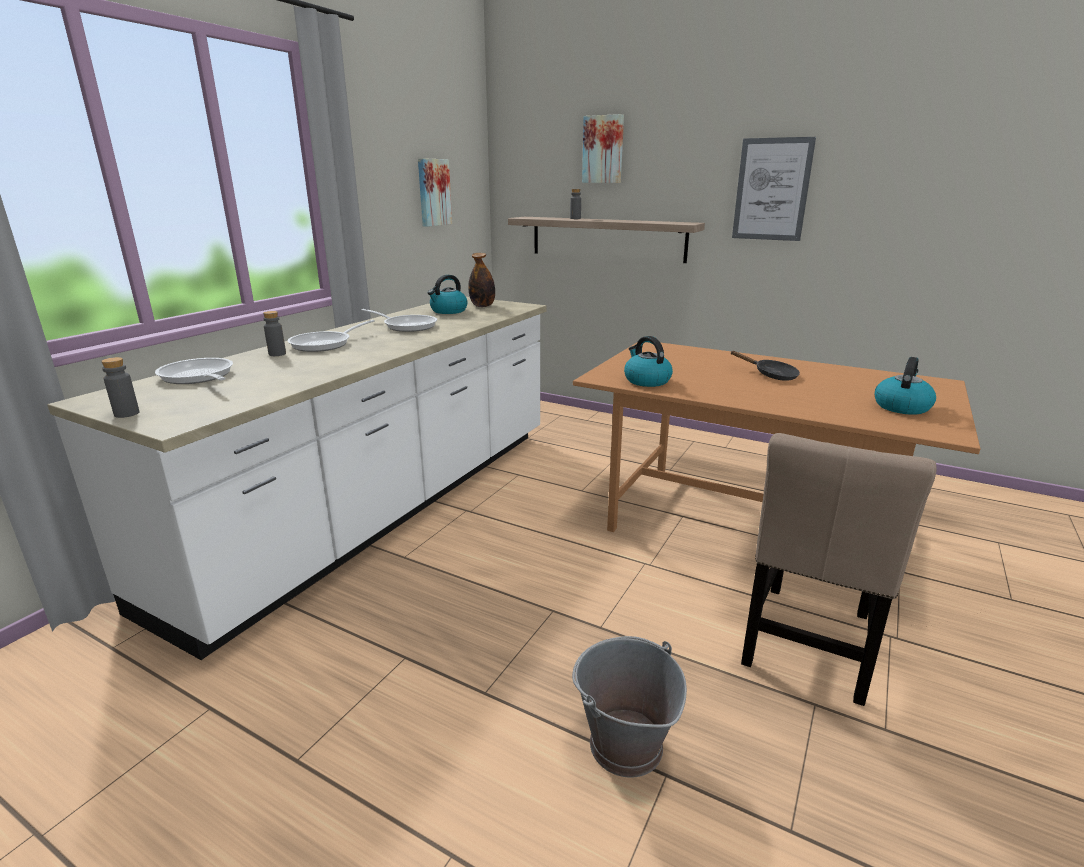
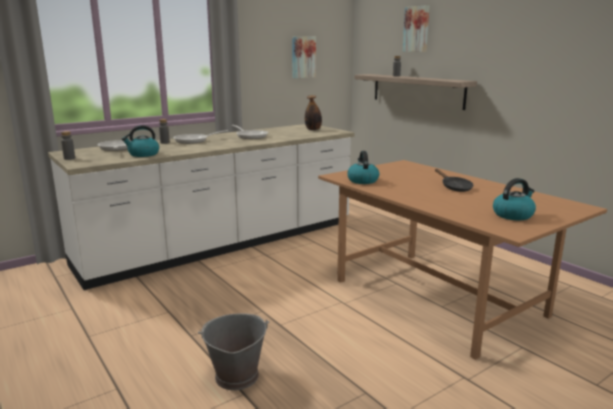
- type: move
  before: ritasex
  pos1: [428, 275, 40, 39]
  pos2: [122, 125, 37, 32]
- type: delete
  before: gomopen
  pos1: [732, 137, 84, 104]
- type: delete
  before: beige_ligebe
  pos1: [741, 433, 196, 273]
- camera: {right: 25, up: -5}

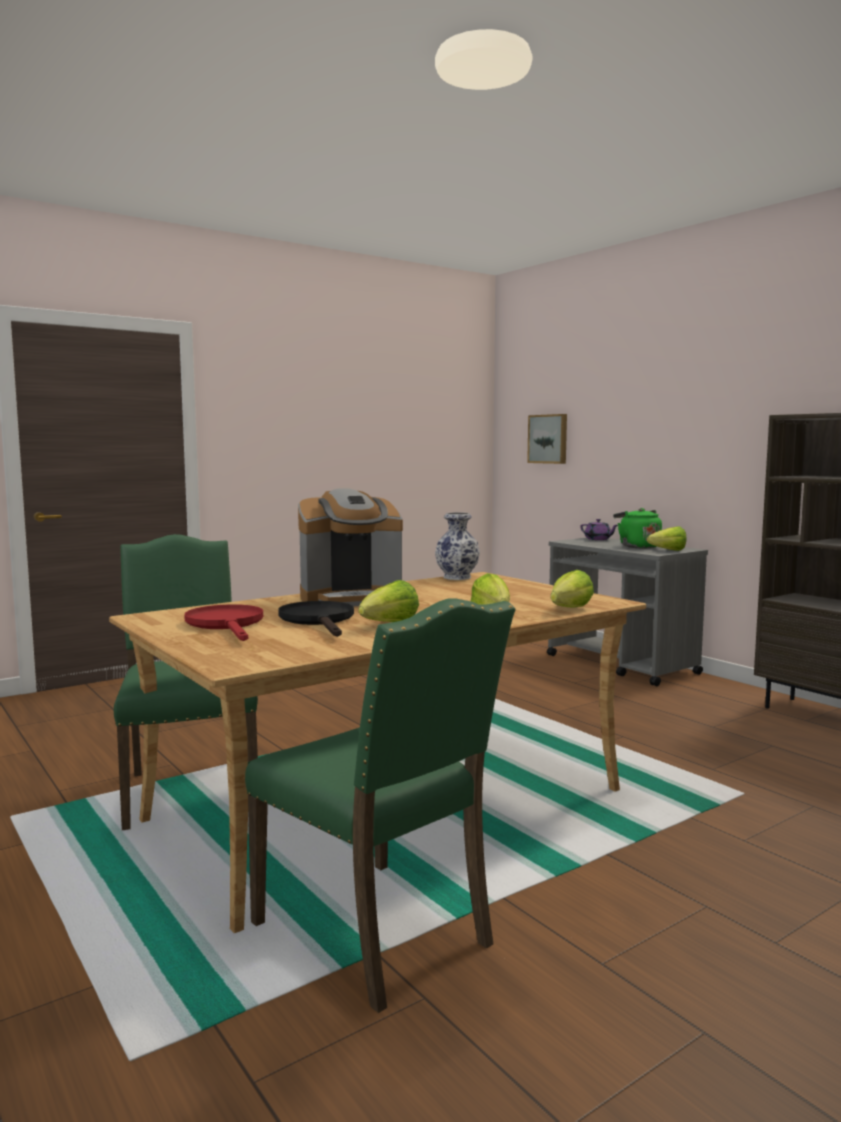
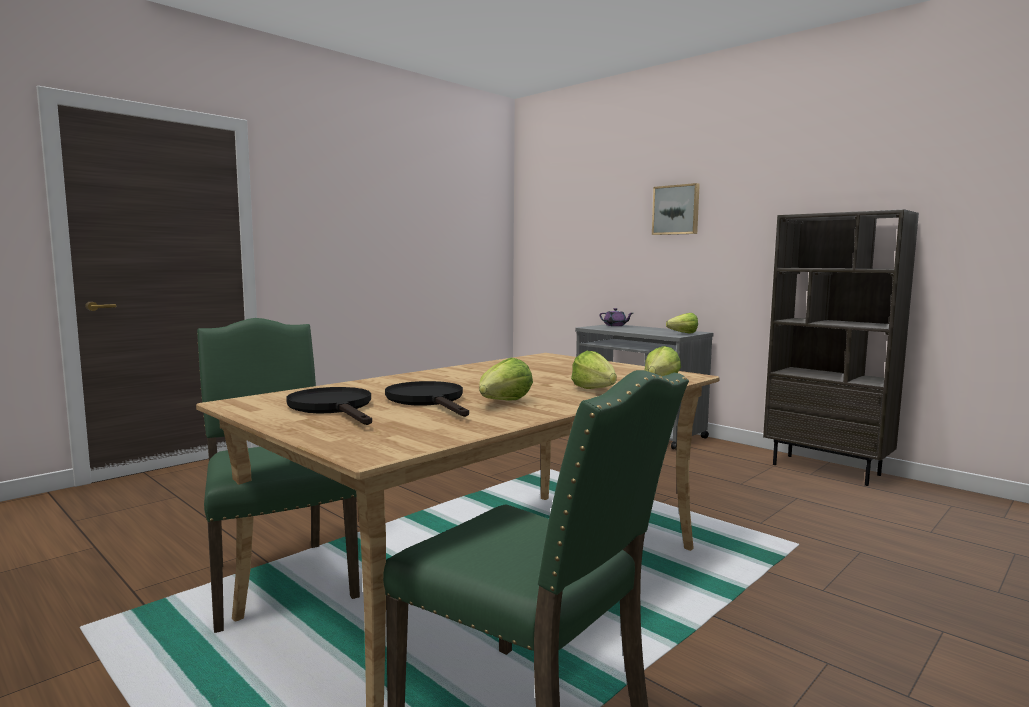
- type: recolor
  before: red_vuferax
  after: black_vuferax
  pos1: [184, 604, 79, 37]
  pos2: [286, 387, 86, 38]
- type: delete
  before: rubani
  pos1: [298, 488, 105, 118]
- type: delete
  before: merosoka
  pos1: [435, 512, 45, 68]
- type: move
  before: gomopen
  pos1: [527, 414, 40, 50]
  pos2: [652, 183, 48, 52]
- type: delete
  before: green_ritasex
  pos1: [613, 508, 49, 40]
- camera: {right: -10, up: 0}

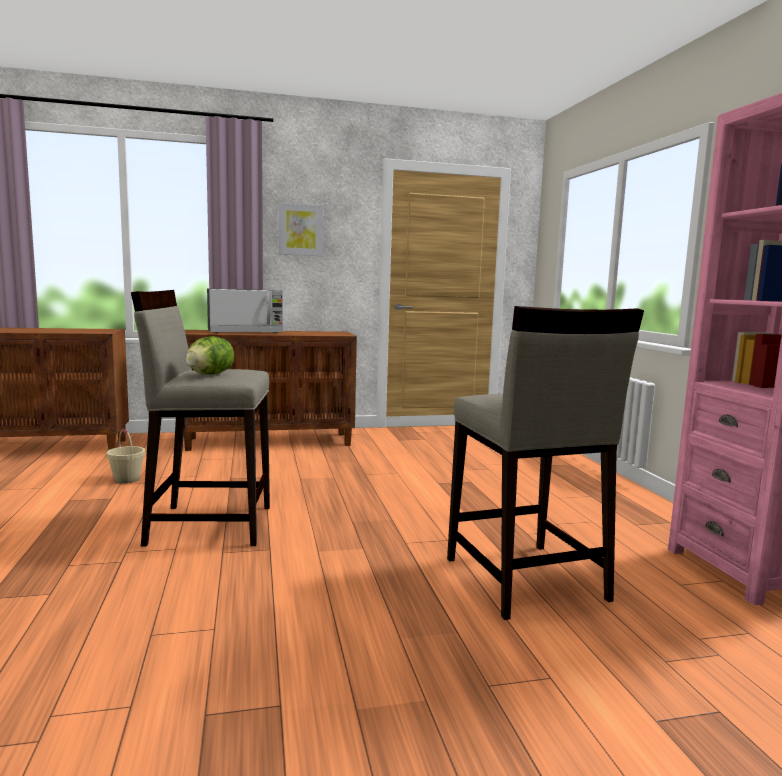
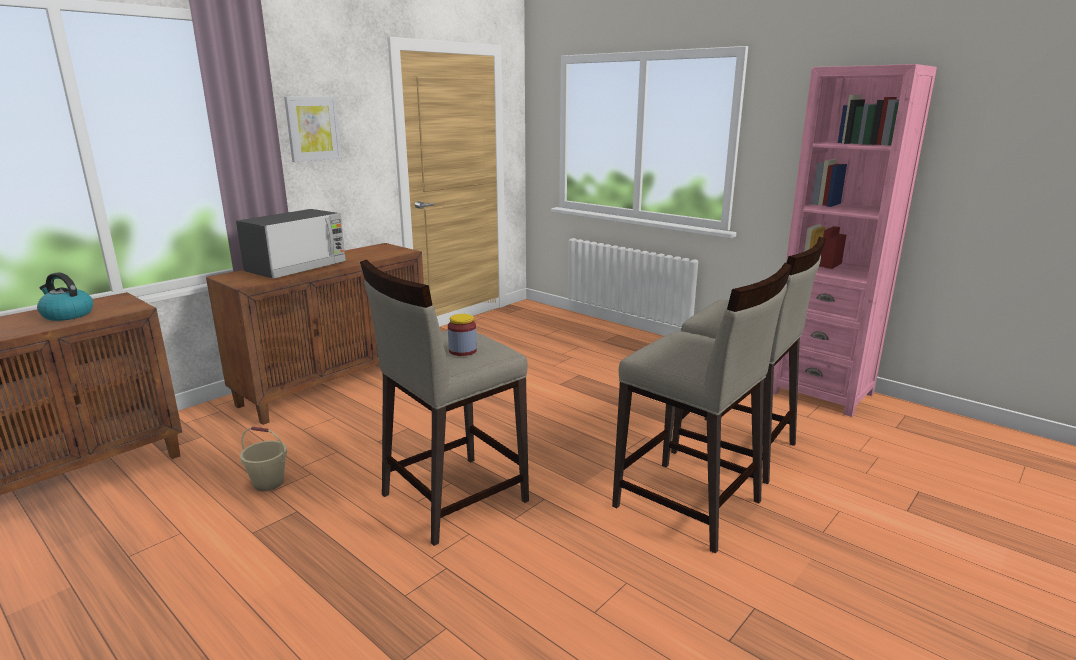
- type: replace
  before: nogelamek
  after: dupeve
  pos1: [185, 336, 49, 39]
  pos2: [448, 314, 29, 42]
- type: insert
  after: ritasex
  pos2: [37, 272, 56, 49]
- type: insert
  after: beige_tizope
  pos2: [612, 263, 180, 291]
- camera: {right: -35, up: 10}

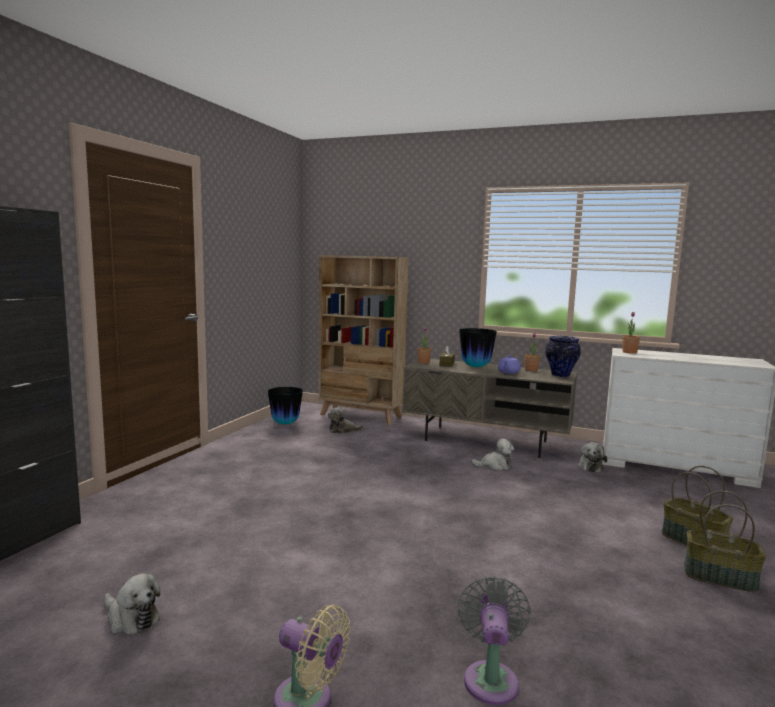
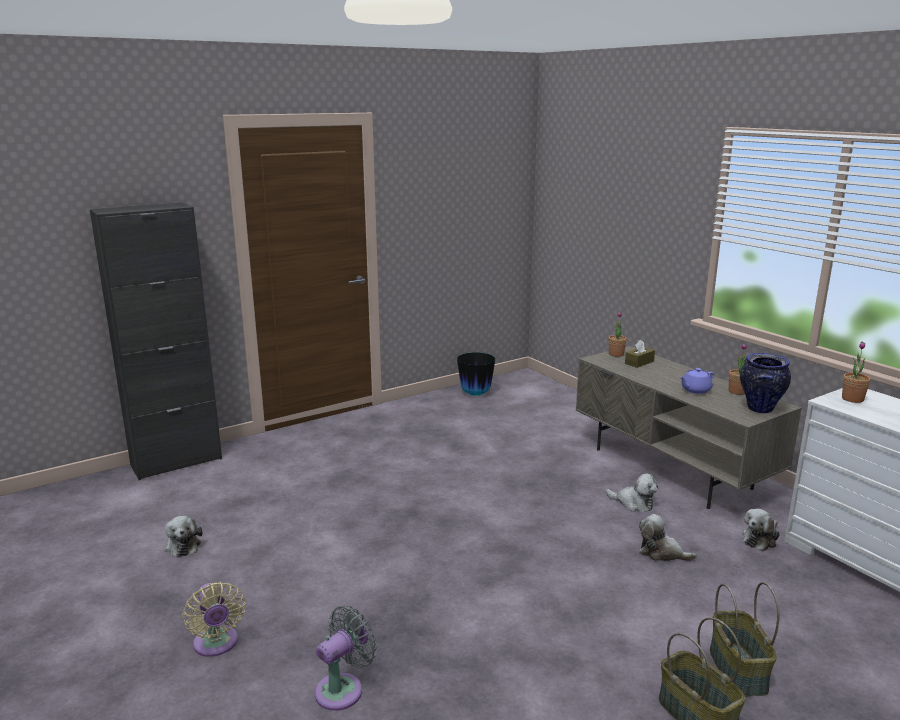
- type: delete
  before: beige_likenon
  pos1: [318, 255, 91, 170]
- type: move
  before: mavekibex
  pos1: [328, 407, 36, 27]
  pos2: [639, 514, 58, 47]
- type: delete
  before: merosoka
  pos1: [459, 328, 38, 39]
- camera: {right: 35, up: 10}

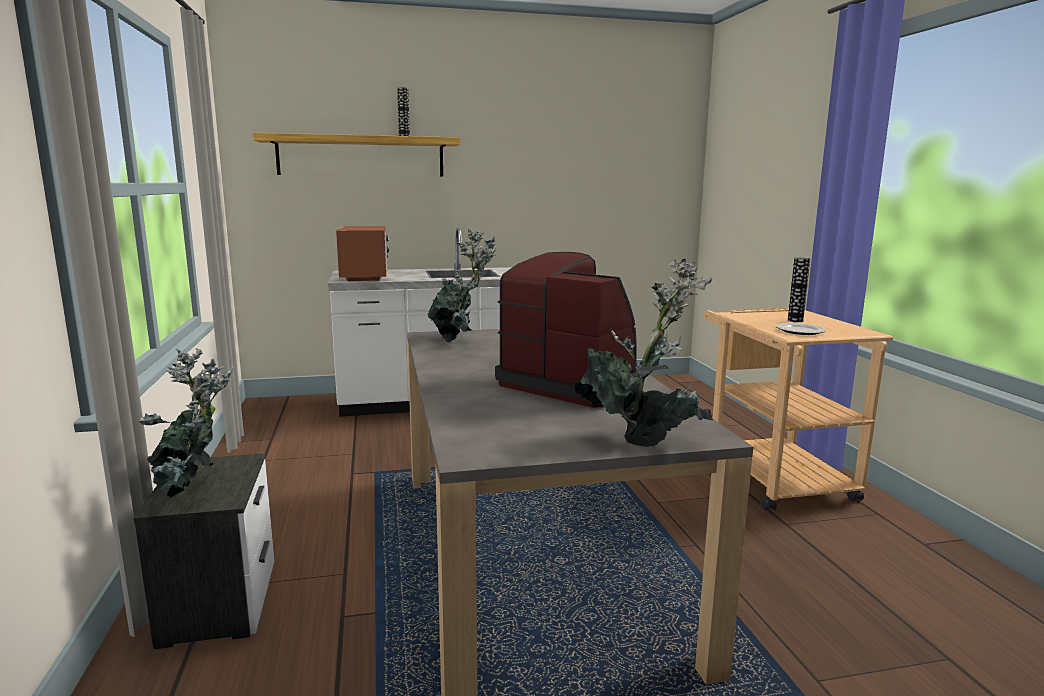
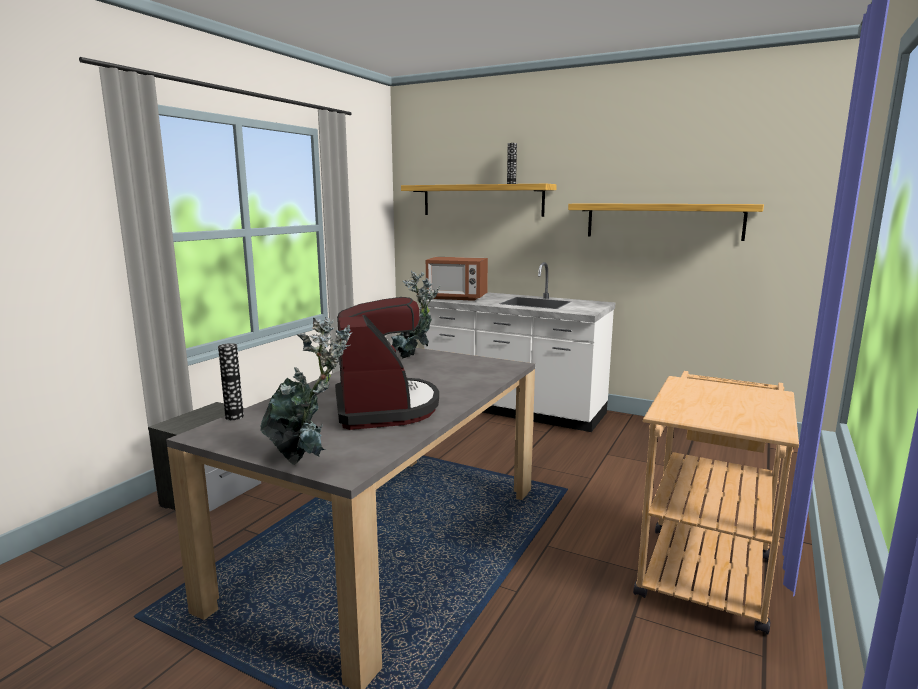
- type: delete
  before: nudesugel
  pos1: [138, 348, 95, 150]
- type: rotate
  before: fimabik
  pos1: [336, 226, 53, 55]
  pos2: [426, 257, 62, 44]
  turn: 75
- type: delete
  before: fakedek
  pos1: [776, 323, 51, 12]
- type: move
  before: merosoka
  pos1: [788, 257, 22, 65]
  pos2: [218, 343, 26, 77]
- type: insert
  after: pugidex
  pos2: [568, 203, 196, 38]
- camera: {right: 40, up: 0}

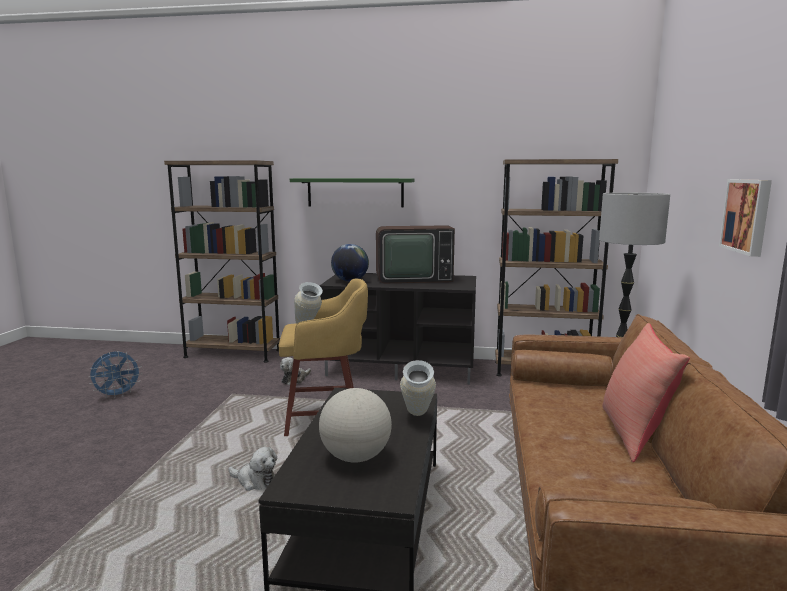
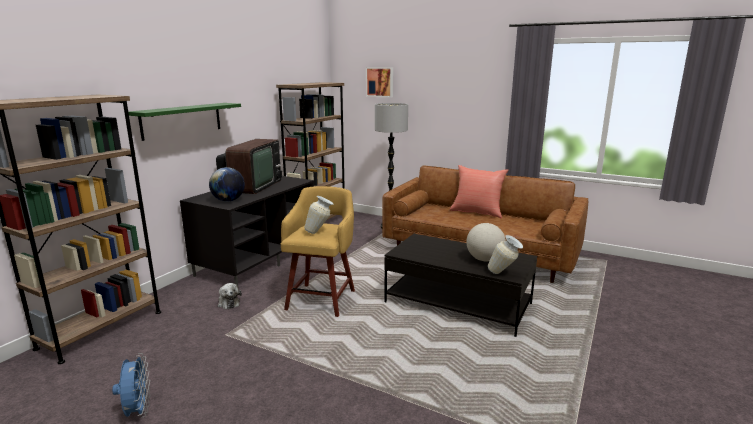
- type: delete
  before: mavekibex
  pos1: [228, 447, 49, 44]
- type: move
  before: merosoka
  pos1: [400, 360, 36, 56]
  pos2: [488, 235, 35, 39]
- type: move
  before: gomopen
  pos1: [719, 179, 53, 78]
  pos2: [366, 67, 27, 30]
- camera: {right: -70, up: 5}

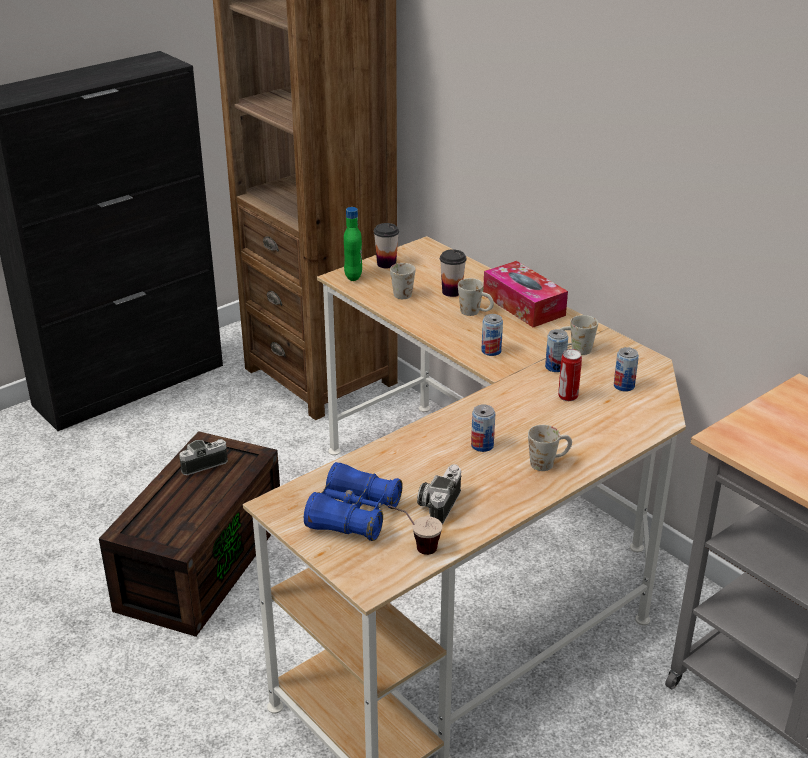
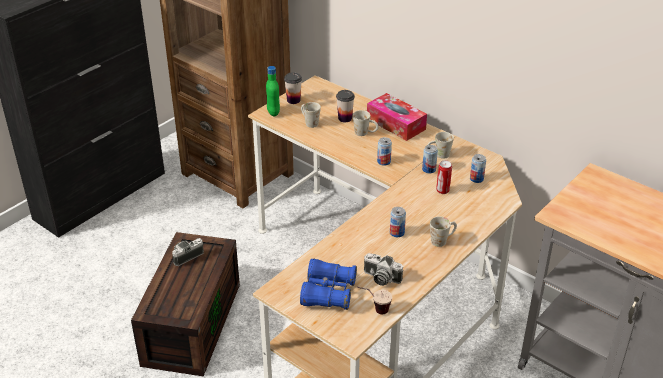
- type: rotate
  before: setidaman
  pos1: [417, 464, 44, 60]
  pos2: [364, 253, 39, 33]
  turn: -75
- camera: {right: -10, up: 5}

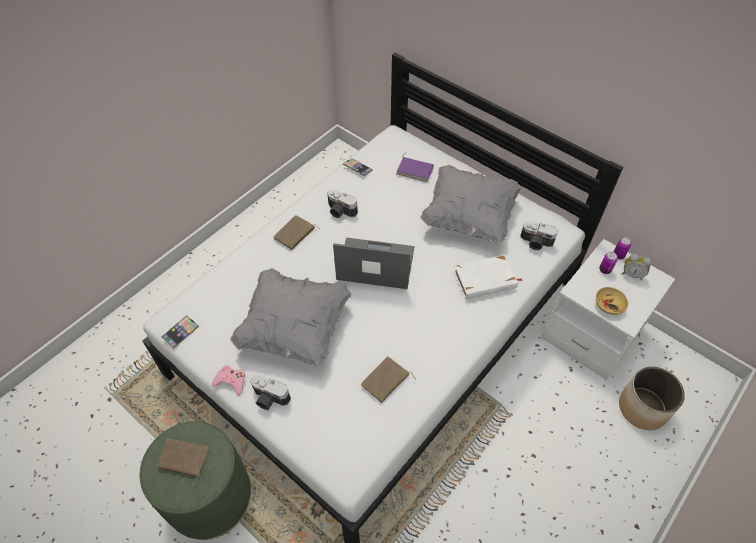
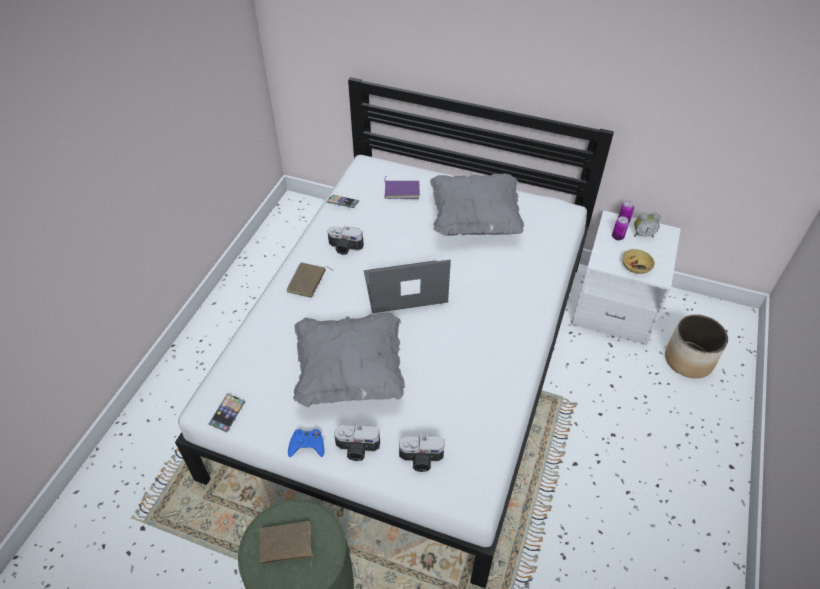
- type: recolor
  before: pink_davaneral
  after: blue_davaneral
  pos1: [212, 365, 33, 31]
  pos2: [288, 429, 36, 28]
- type: delete
  before: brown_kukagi
  pos1: [361, 356, 55, 47]
- type: delete
  before: white_kukagi
  pos1: [454, 255, 69, 44]
- type: move
  before: setidaman
  pos1: [520, 221, 38, 29]
  pos2: [399, 435, 45, 37]
- camera: {right: -20, up: -5}

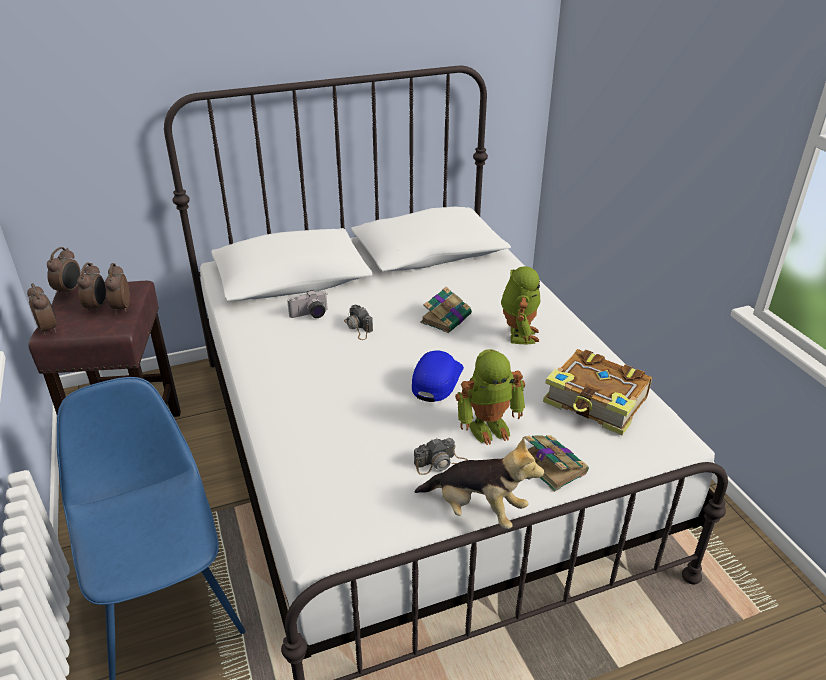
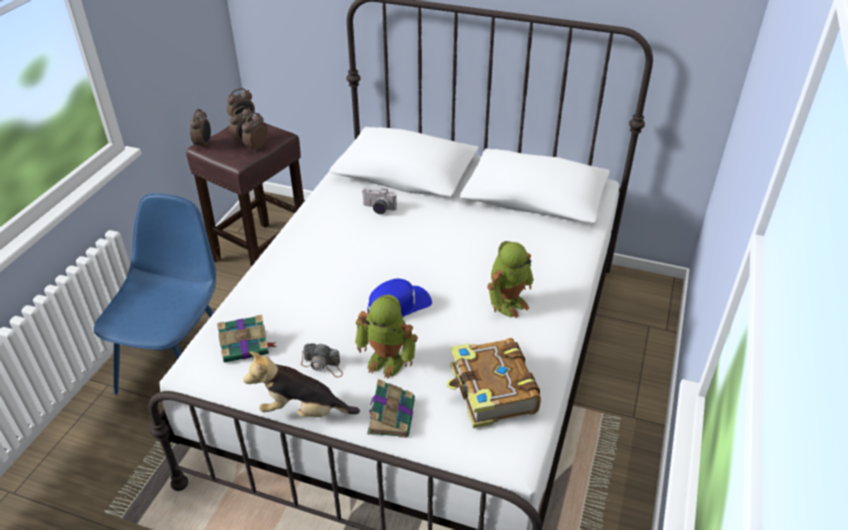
- type: delete
  before: setidaman
  pos1: [344, 305, 29, 35]
- type: rotate
  before: mavekibex
  pos1: [414, 437, 130, 92]
  pos2: [243, 351, 117, 66]
  turn: 120
- type: move
  before: kukagi
  pos1: [420, 287, 52, 46]
  pos2: [217, 315, 60, 48]
- camera: {right: 40, up: 5}

